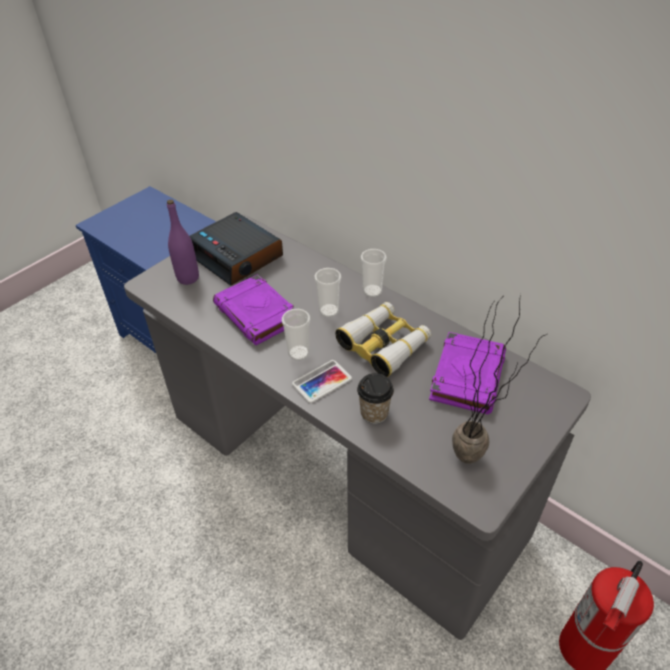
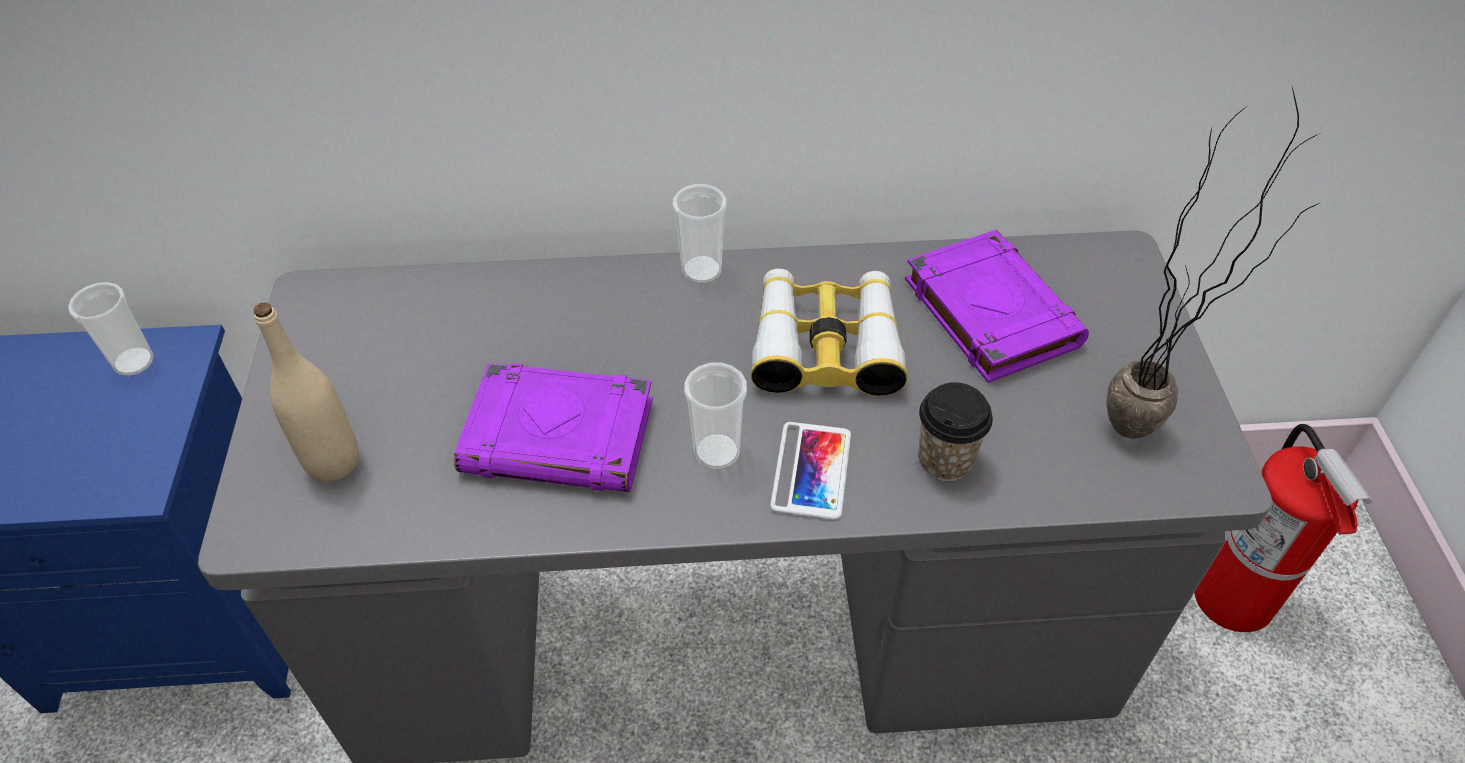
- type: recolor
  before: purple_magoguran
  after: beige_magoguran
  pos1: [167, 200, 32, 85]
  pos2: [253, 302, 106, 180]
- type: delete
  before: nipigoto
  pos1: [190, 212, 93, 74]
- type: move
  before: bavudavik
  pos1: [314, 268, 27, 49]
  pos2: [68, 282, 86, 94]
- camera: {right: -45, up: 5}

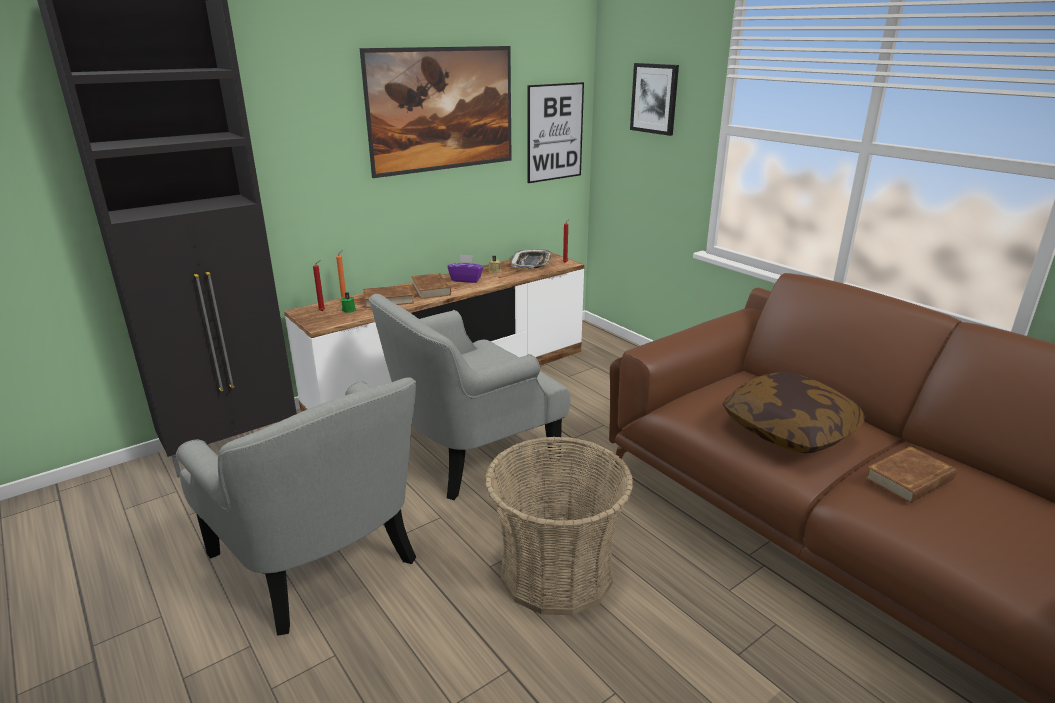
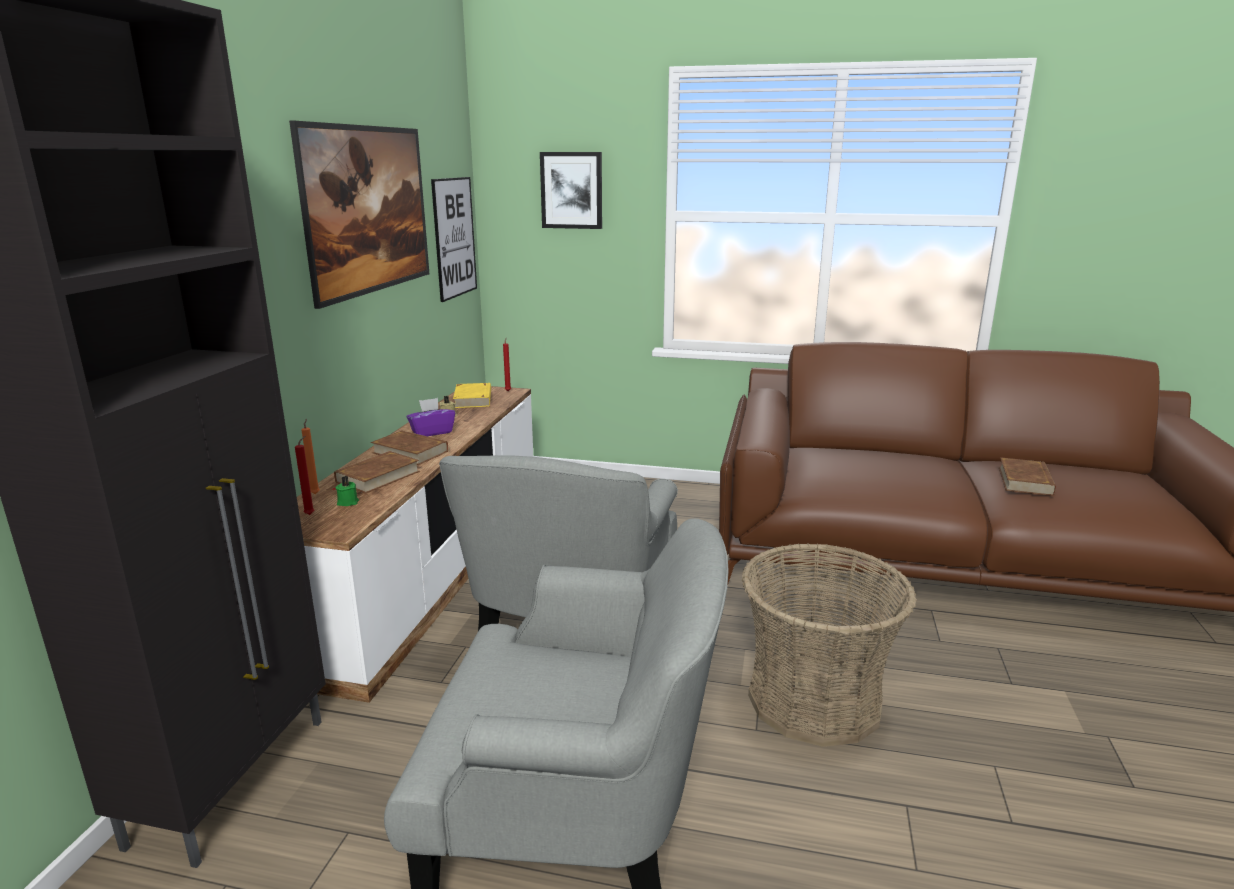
- type: replace
  before: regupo
  after: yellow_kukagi
  pos1: [511, 249, 41, 19]
  pos2: [453, 383, 38, 25]
- type: delete
  before: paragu
  pos1: [722, 372, 143, 81]
- camera: {right: -40, up: -5}

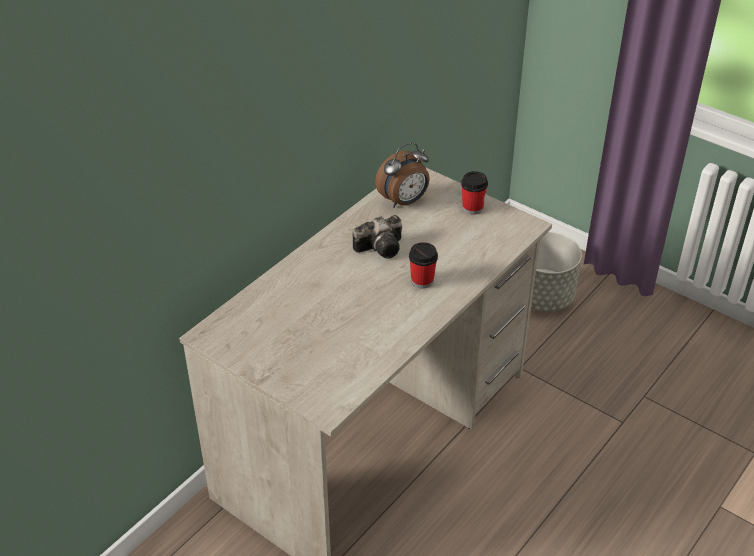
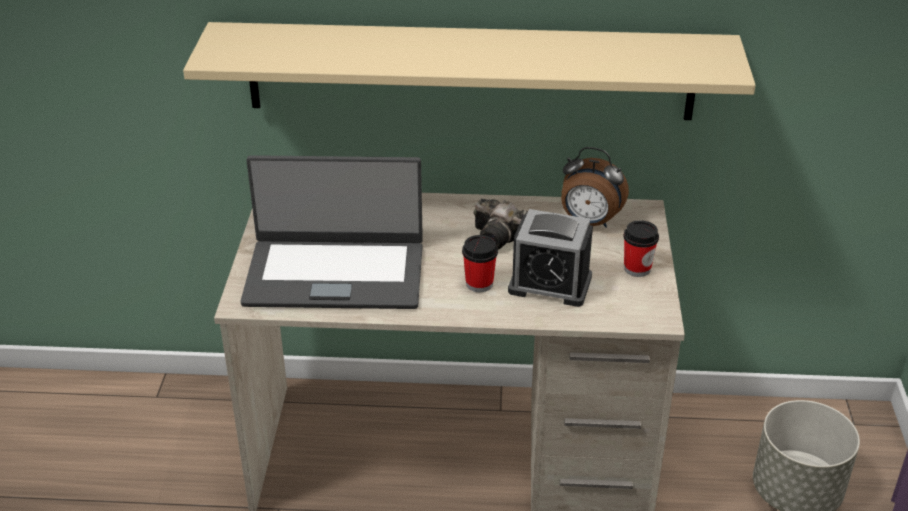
- type: insert
  after: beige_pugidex
  pos2: [183, 22, 573, 98]
- type: insert
  after: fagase
  pos2: [241, 155, 182, 154]
- type: insert
  after: nipigoto
  pos2: [508, 209, 85, 98]
- camera: {right: 55, up: -5}

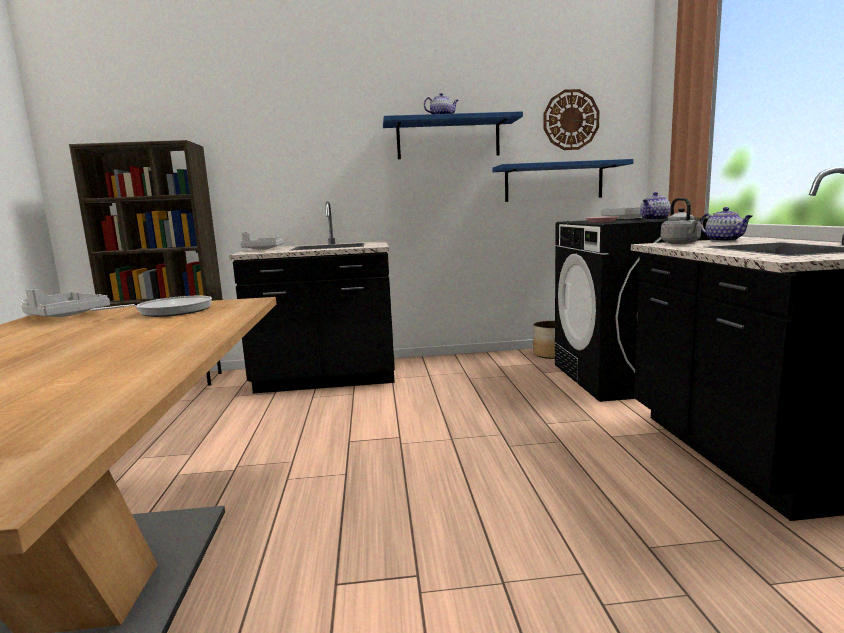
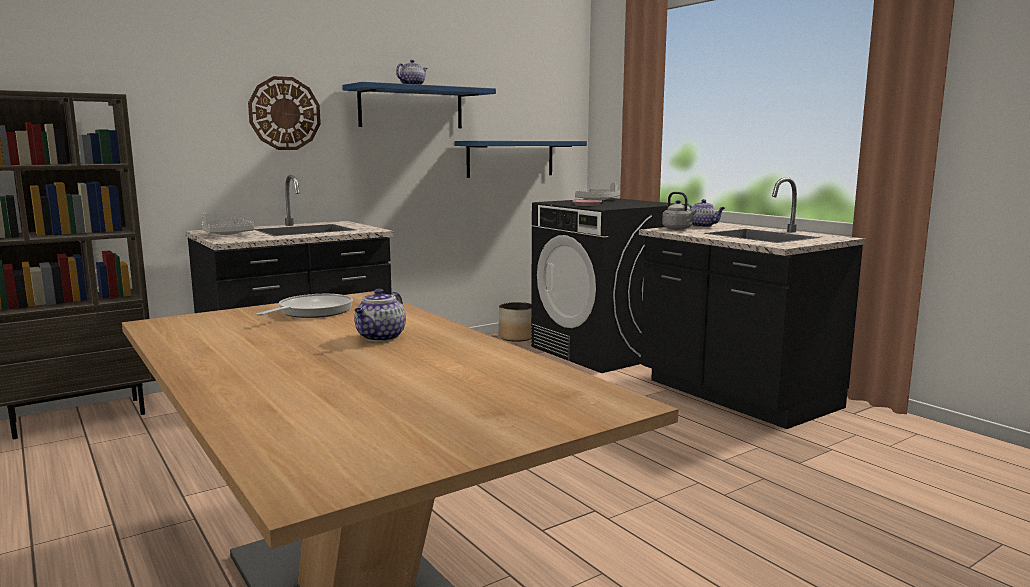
- type: delete
  before: grey_regupo
  pos1: [21, 289, 89, 28]
- type: move
  before: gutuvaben
  pos1: [544, 89, 56, 61]
  pos2: [248, 76, 73, 74]
- type: move
  before: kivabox
  pos1: [640, 192, 31, 29]
  pos2: [354, 289, 52, 52]
- camera: {right: -30, up: 0}

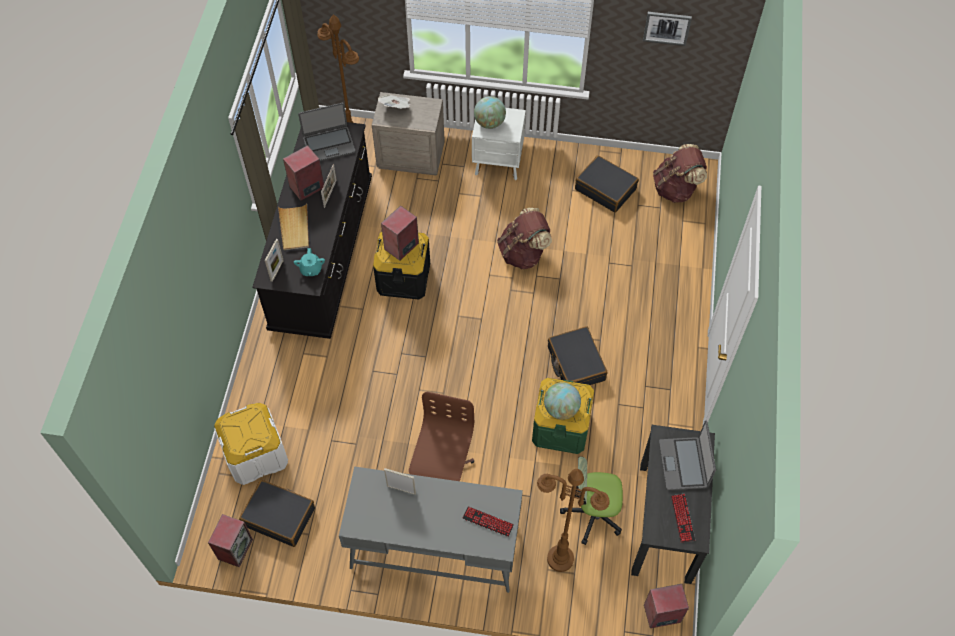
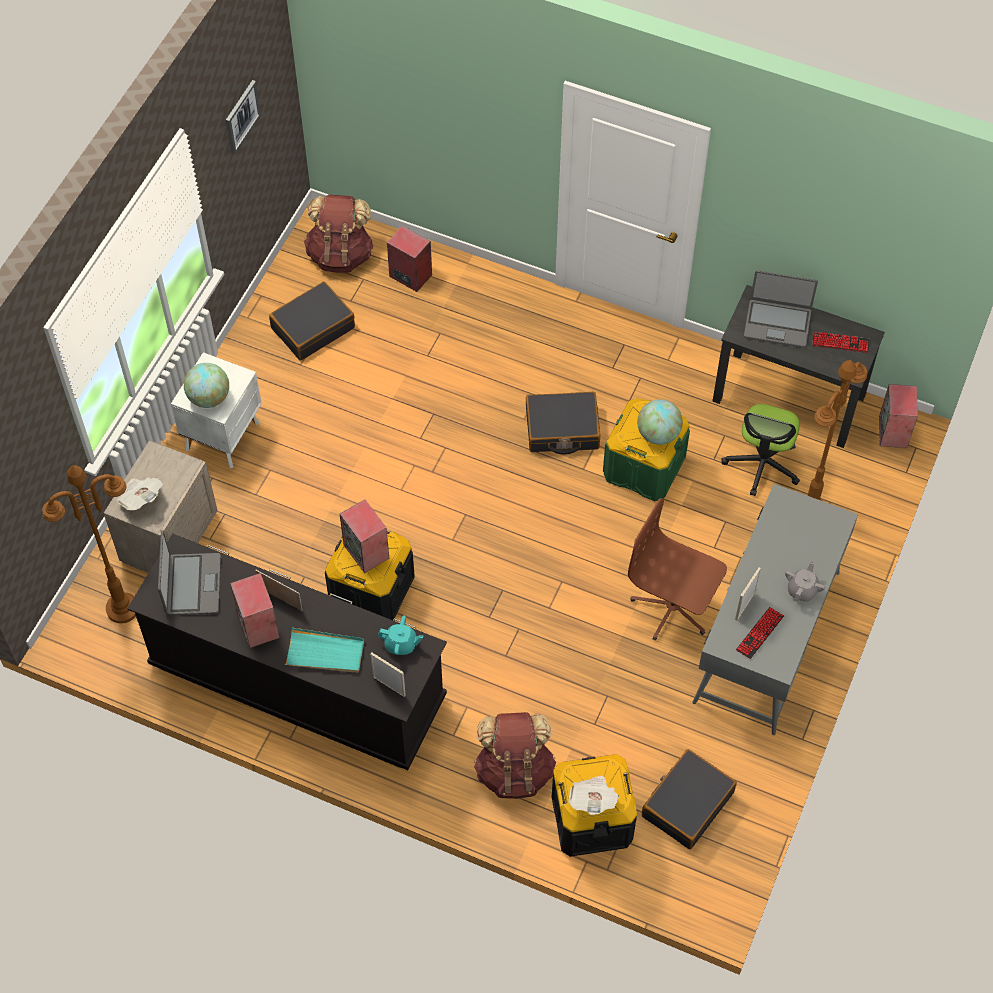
- type: move
  before: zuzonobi
  pos1: [208, 514, 45, 53]
  pos2: [387, 225, 45, 67]
- type: recolor
  before: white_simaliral
  after: black_simaliral
  pos1: [214, 403, 74, 82]
  pos2: [552, 754, 85, 103]
- type: recolor
  before: beige_regupo
  after: turquoise_regupo
  pos1: [278, 204, 31, 46]
  pos2: [285, 628, 79, 45]
- type: move
  before: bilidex
  pos1: [463, 506, 51, 31]
  pos2: [736, 607, 48, 52]
- type: move
  before: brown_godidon
  pos1: [497, 208, 55, 62]
  pos2: [474, 712, 82, 87]
- type: insert
  after: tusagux
  pos2: [568, 776, 51, 39]
- type: insert
  after: grey_kivabox
  pos2: [785, 561, 40, 41]
- camera: {right: -75, up: 0}

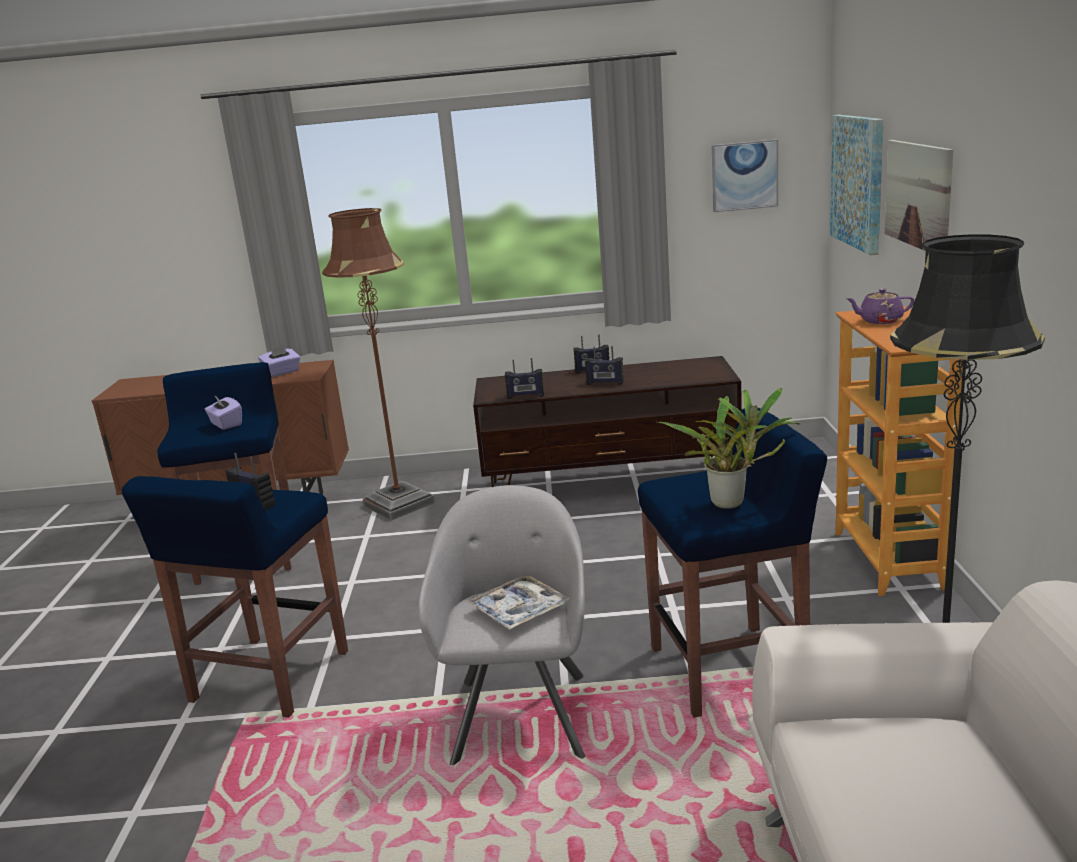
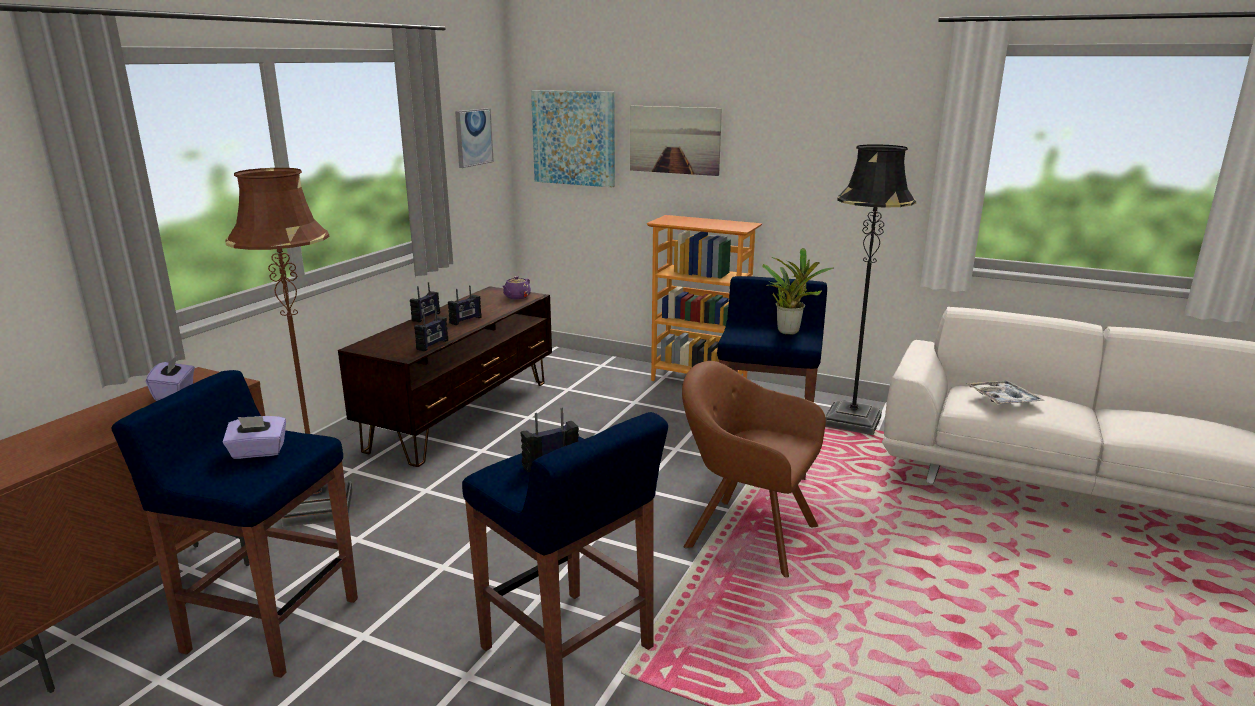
- type: recolor
  before: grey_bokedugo
  after: brown_bokedugo
  pos1: [418, 485, 167, 280]
  pos2: [682, 361, 144, 217]
- type: move
  before: regupo
  pos1: [467, 576, 102, 54]
  pos2: [966, 381, 78, 24]
- type: move
  before: purple_kivabox
  pos1: [846, 288, 68, 36]
  pos2: [502, 276, 29, 23]
- camera: {right: -65, up: 0}

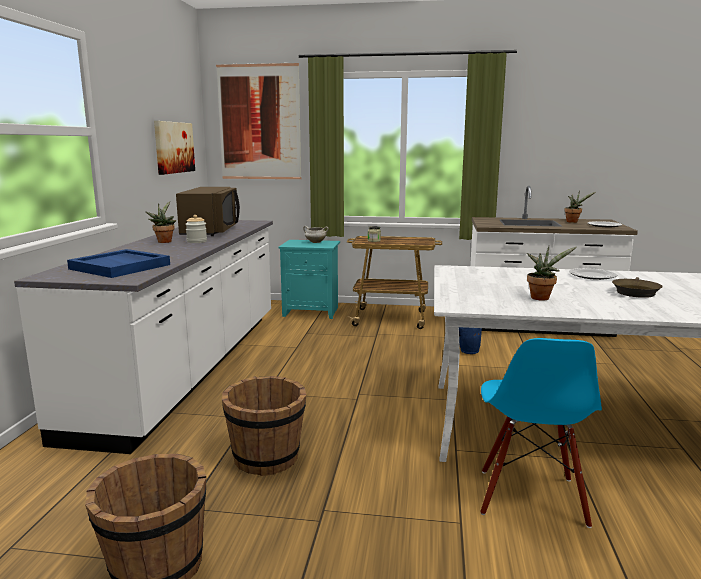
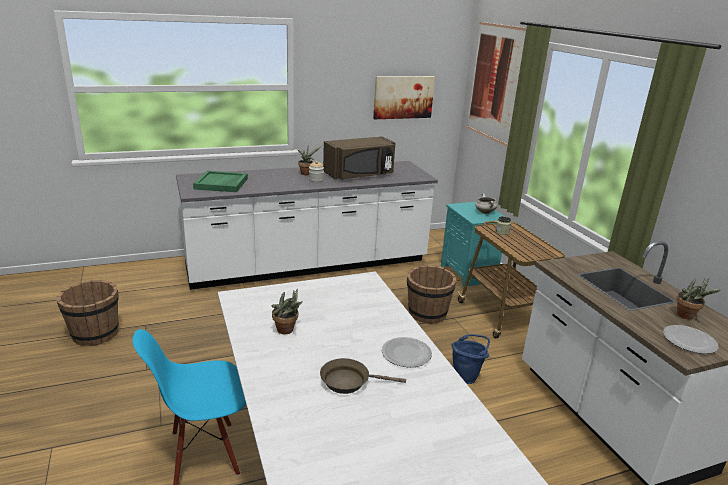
- type: recolor
  before: blue_regupo
  after: green_regupo
  pos1: [67, 249, 103, 29]
  pos2: [193, 171, 55, 21]
- type: move
  before: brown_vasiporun
  pos1: [222, 376, 84, 100]
  pos2: [407, 265, 49, 59]
- camera: {right: 60, up: 10}

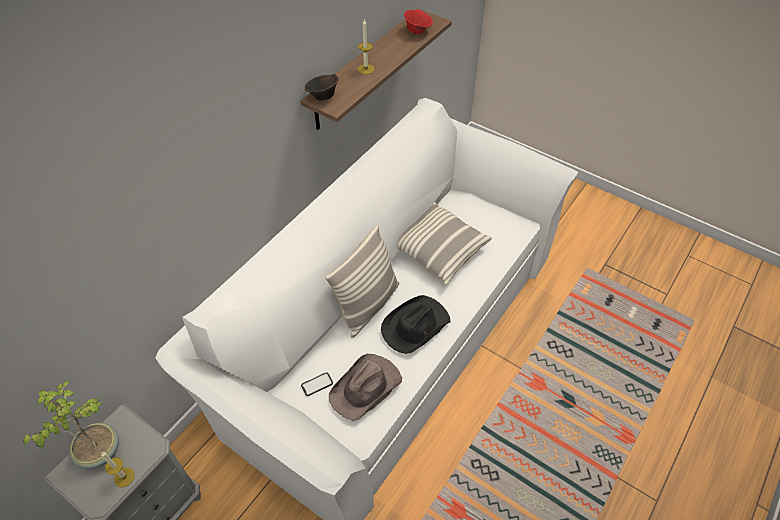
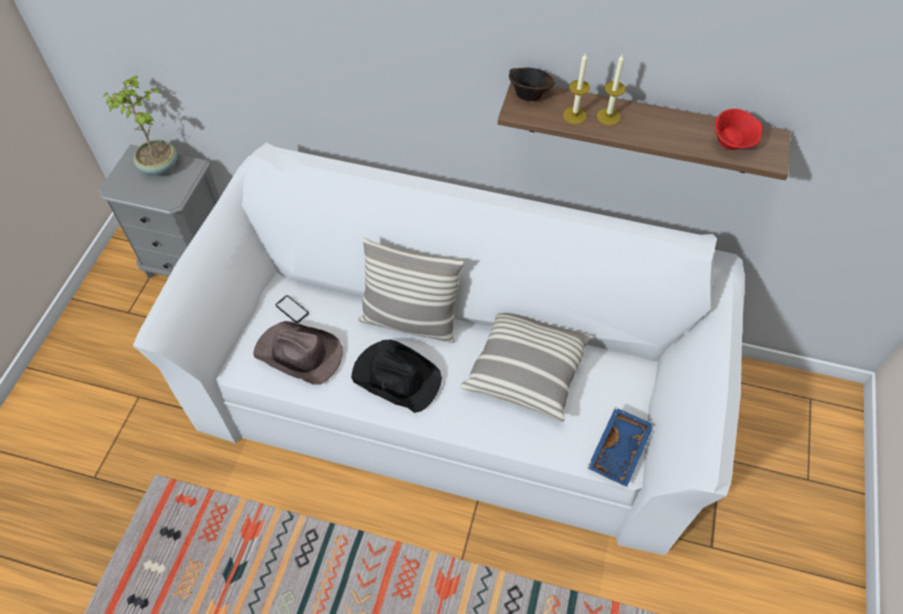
- type: move
  before: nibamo
  pos1: [101, 452, 34, 35]
  pos2: [563, 52, 27, 72]
- type: insert
  after: blue_regupo
  pos2: [587, 407, 67, 80]
- camera: {right: 70, up: 5}

